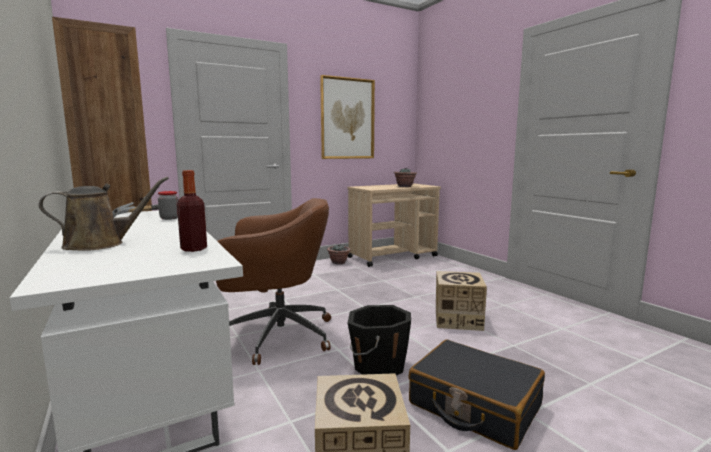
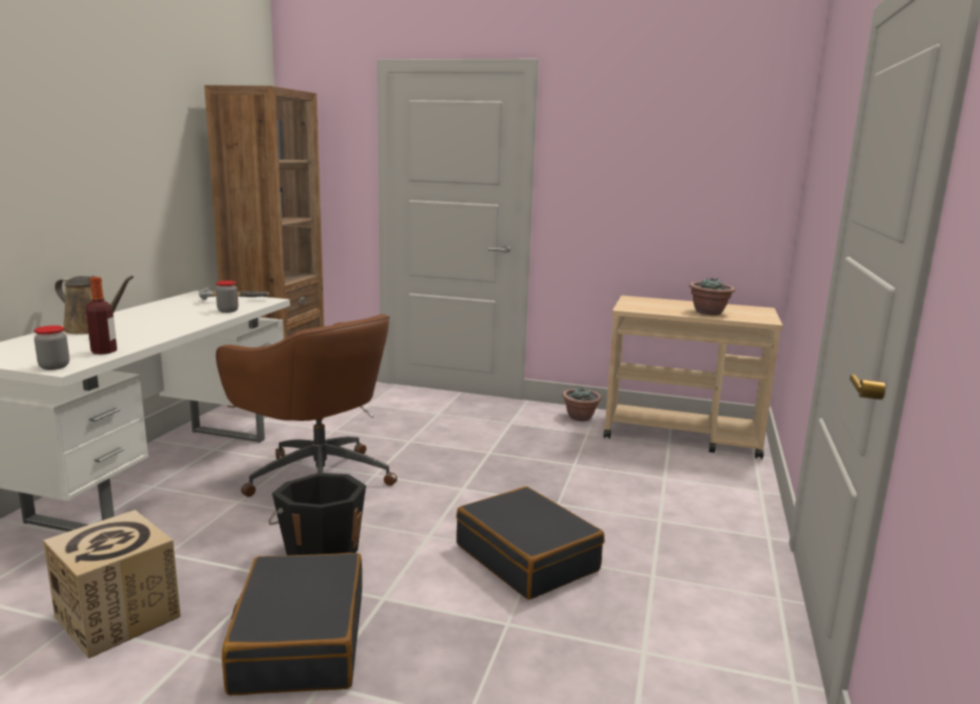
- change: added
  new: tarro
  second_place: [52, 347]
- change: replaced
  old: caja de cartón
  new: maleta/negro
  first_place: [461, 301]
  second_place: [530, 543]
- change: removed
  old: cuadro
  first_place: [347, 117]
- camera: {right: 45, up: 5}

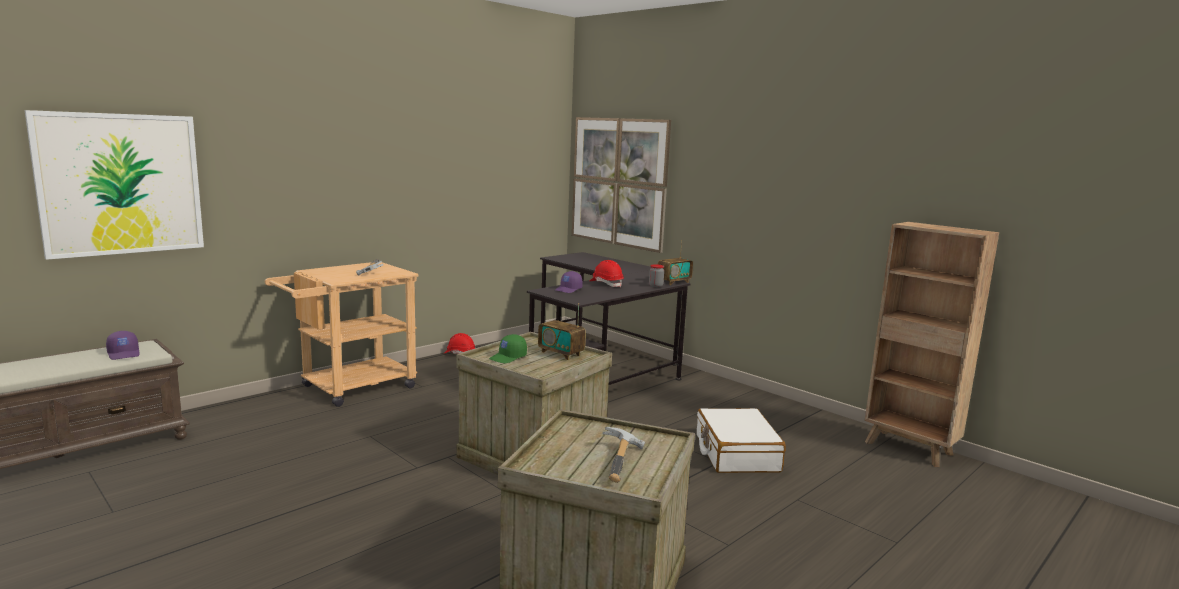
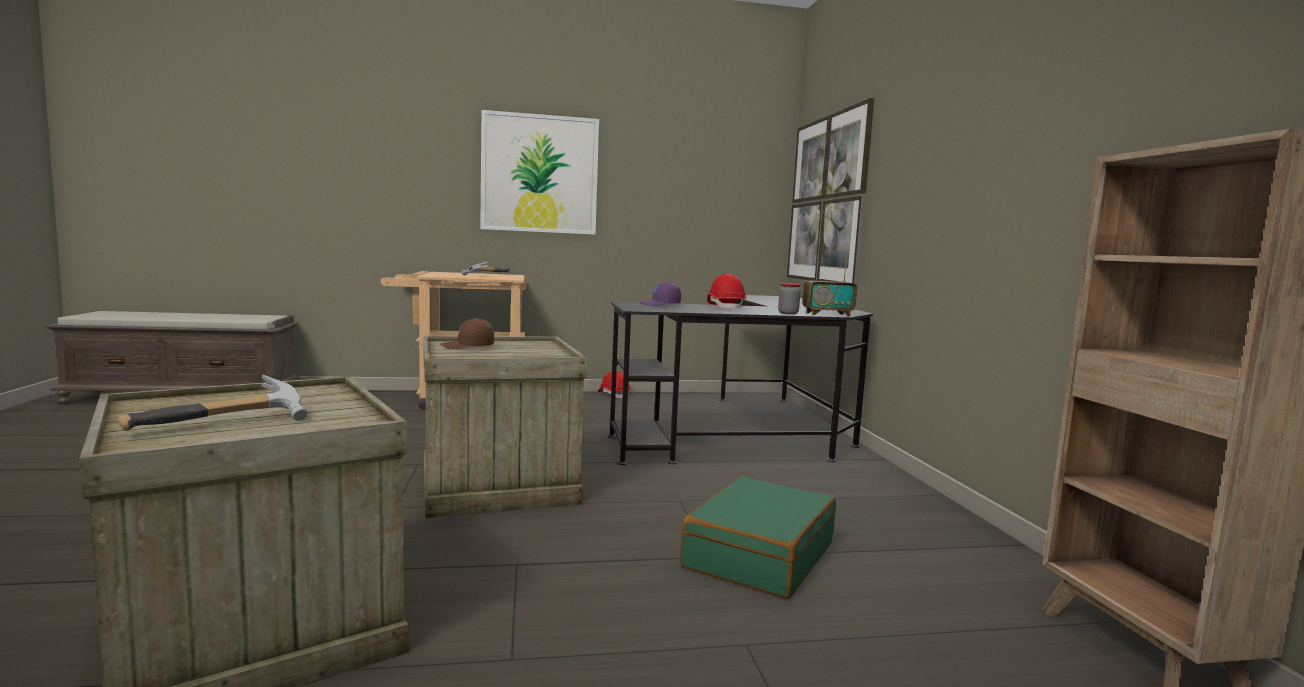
- change: recoloured
  old: gorra/verde
  new: gorra/marrón
  first_place: [508, 348]
  second_place: [467, 333]
- change: moved
  old: cuadro
  first_place: [114, 185]
  second_place: [539, 172]
- change: recoloured
  old: maleta/blanco
  new: maleta/verde
  first_place: [741, 440]
  second_place: [758, 537]
- change: removed
  old: gorra/morado
  first_place: [123, 345]
- change: removed
  old: radio
  first_place: [562, 331]
- camera: {right: 35, up: -5}

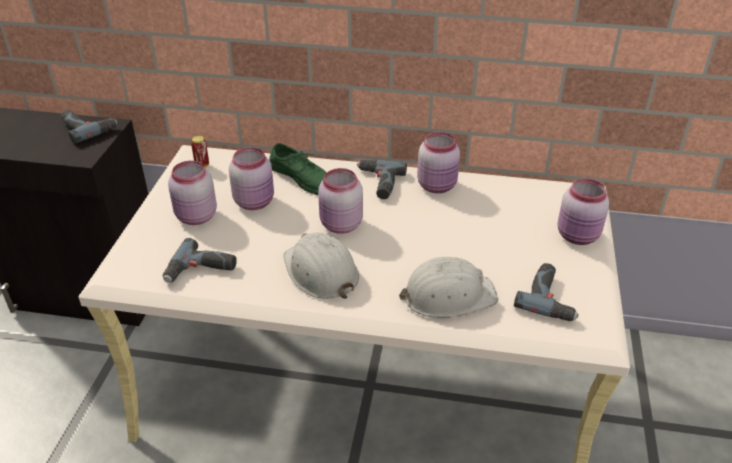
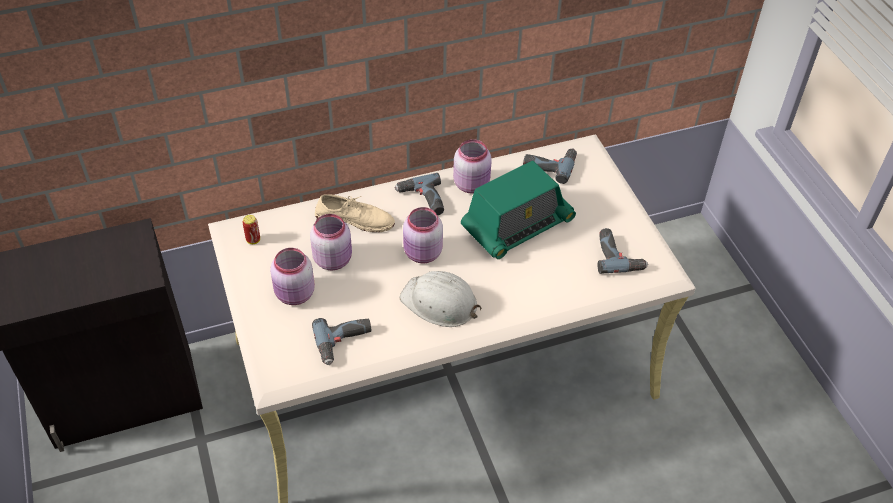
- change: recoloured
  old: zapato/verde
  new: zapato/beis
  first_place: [298, 169]
  second_place: [355, 213]
- change: added
  new: radio
  second_place: [518, 209]
- change: moved
  old: taladro
  first_place: [89, 127]
  second_place: [550, 166]
- change: removed
  old: casco/blanco
  first_place: [448, 287]
- change: removed
  old: tarro/rosa
  first_place: [583, 212]
- camera: {right: -30, up: 10}

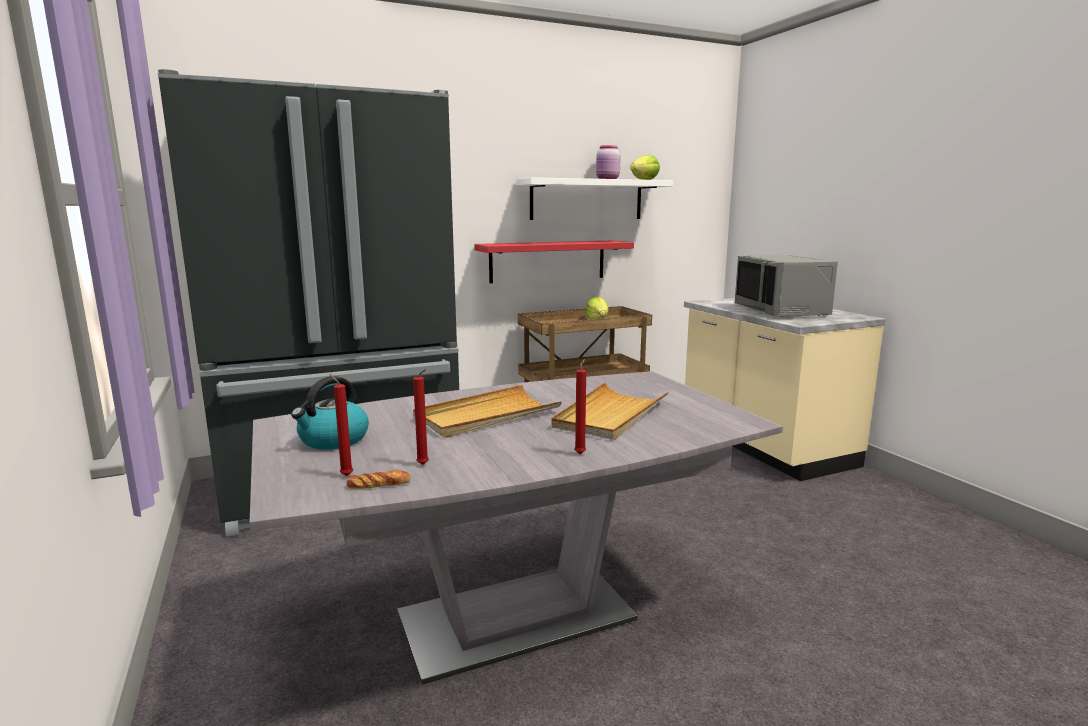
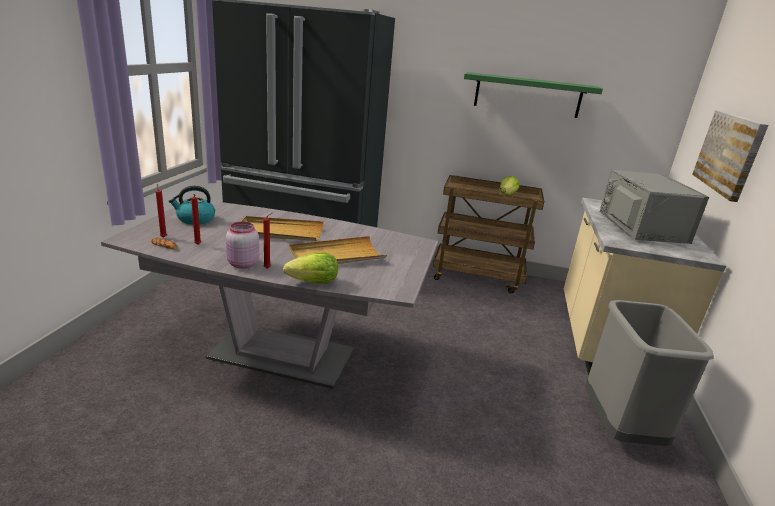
- change: moved
  old: tarro/rosa
  first_place: [608, 162]
  second_place: [242, 245]
- change: moved
  old: lechuga
  first_place: [645, 167]
  second_place: [310, 268]
- change: recoloured
  old: estante/blanco
  new: estante/verde
  first_place: [594, 198]
  second_place: [533, 95]
- change: added
  new: papelera/gris
  second_place: [650, 373]
- change: turned
  old: microondas/gris
  first_place: [786, 286]
  second_place: [654, 207]
  degrees: 150
- change: added
  new: cuadro
  second_place: [730, 156]
- change: removed
  old: estante/rojo
  first_place: [554, 261]
- camera: {right: 35, up: 10}

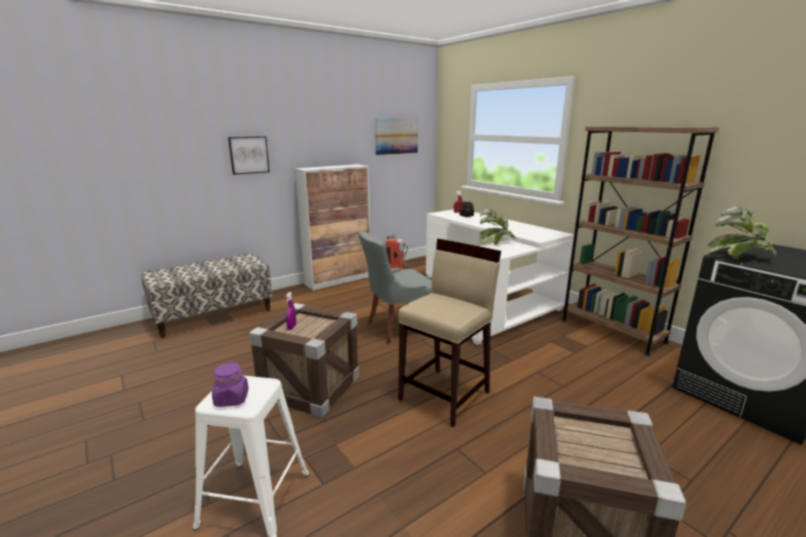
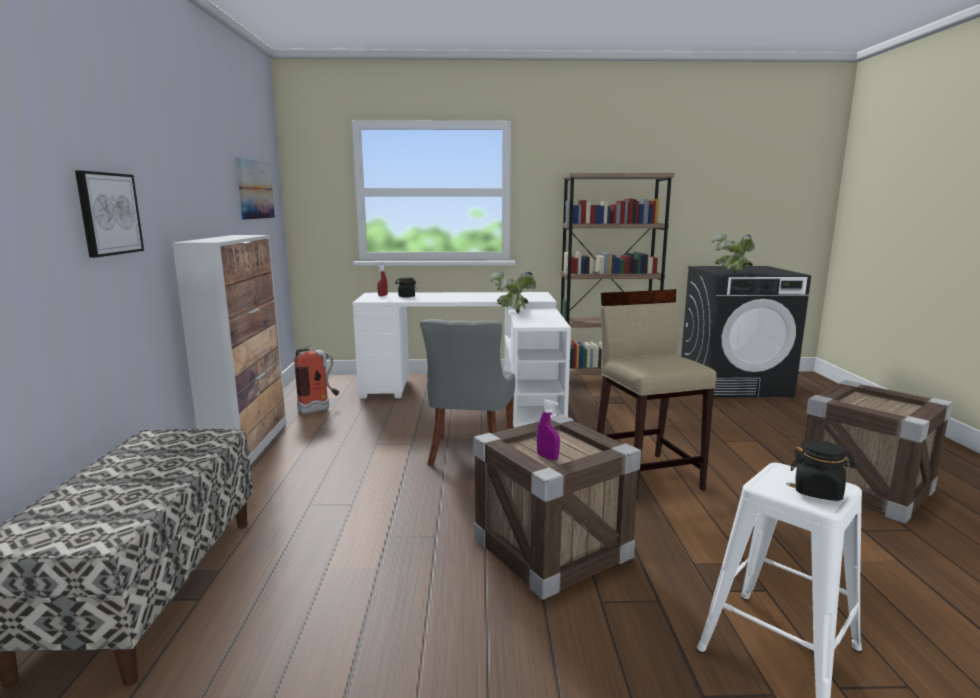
- change: recoloured
  old: tarro/morado
  new: tarro/negro
  first_place: [230, 384]
  second_place: [823, 470]
- camera: {right: -55, up: -5}

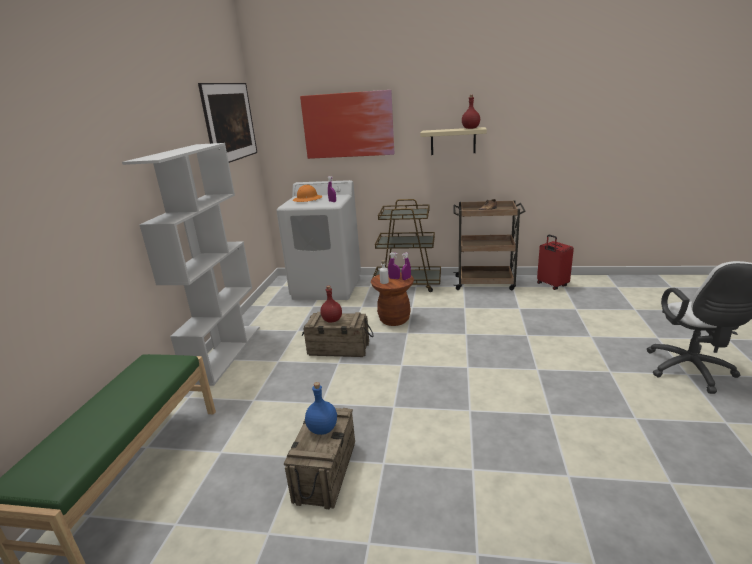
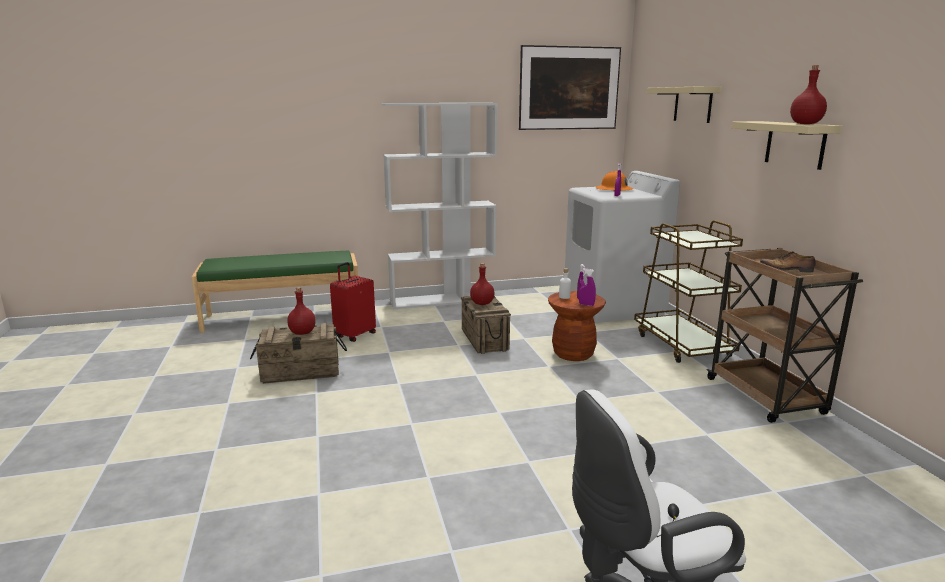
- change: recoloured
  old: botella/azul
  new: botella/rojo
  first_place: [321, 408]
  second_place: [301, 311]
- change: moved
  old: maleta/rojo
  first_place: [555, 262]
  second_place: [353, 302]
- change: replaced
  old: cuadro
  new: estante/beis
  first_place: [347, 124]
  second_place: [684, 105]
- camera: {right: 65, up: -5}

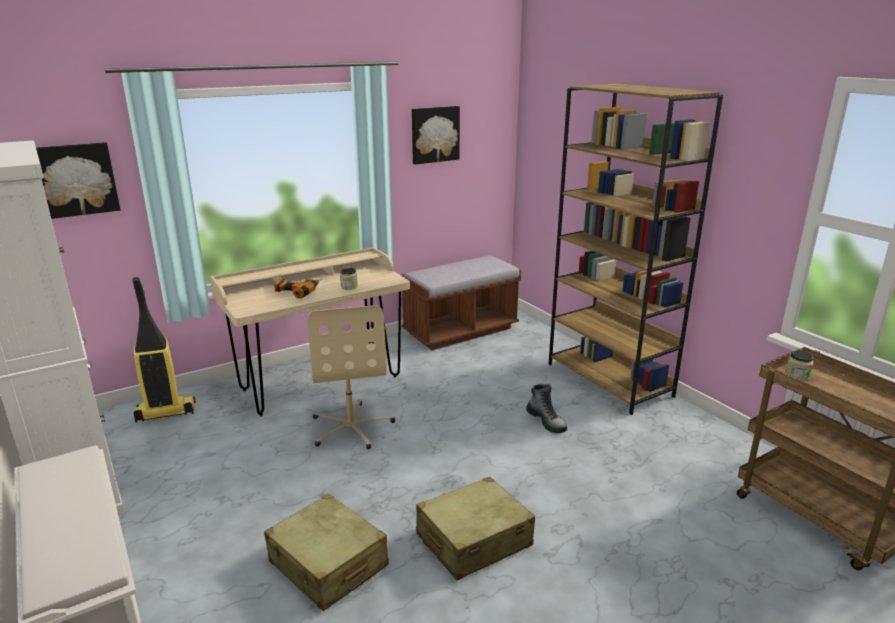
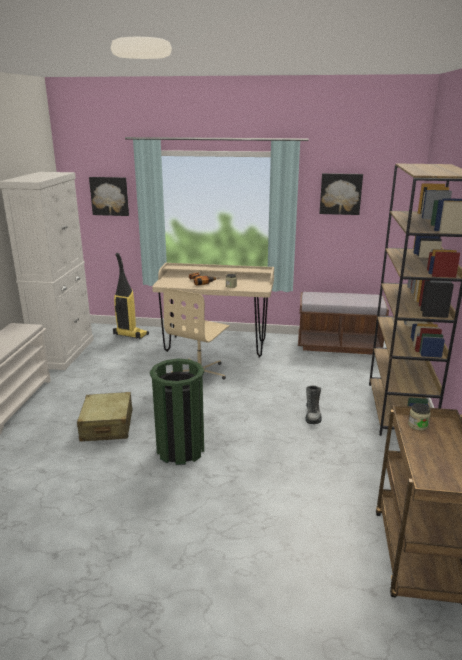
- change: replaced
  old: maleta/beis
  new: papelera/verde
  first_place: [475, 529]
  second_place: [177, 411]
- camera: {right: 40, up: 0}

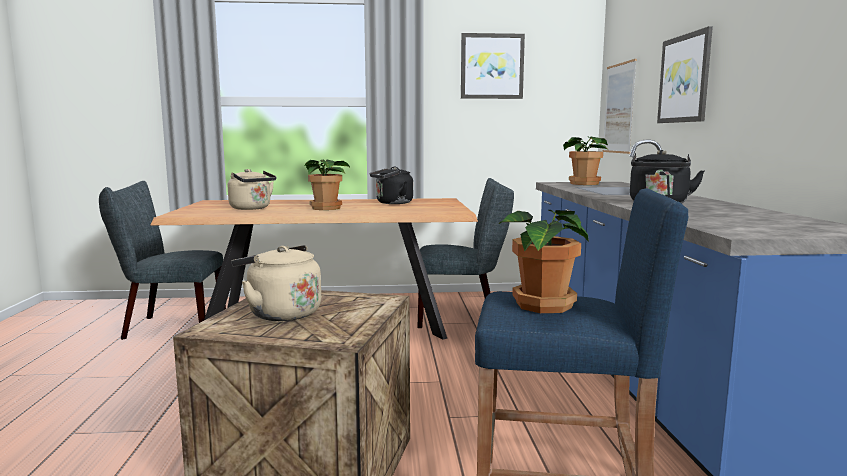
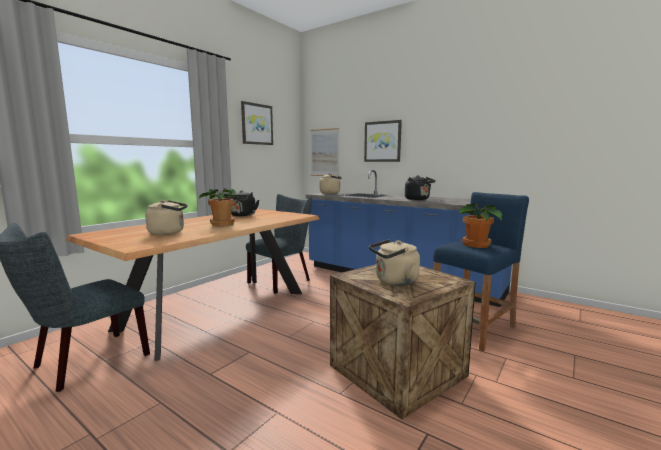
- change: replaced
  old: planta en maceta
  new: hervidor/beis
  first_place: [585, 160]
  second_place: [331, 183]
- camera: {right: -50, up: 0}

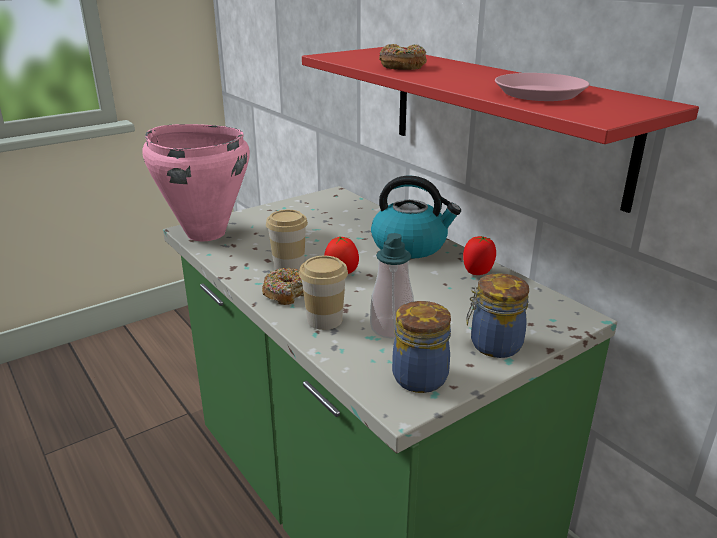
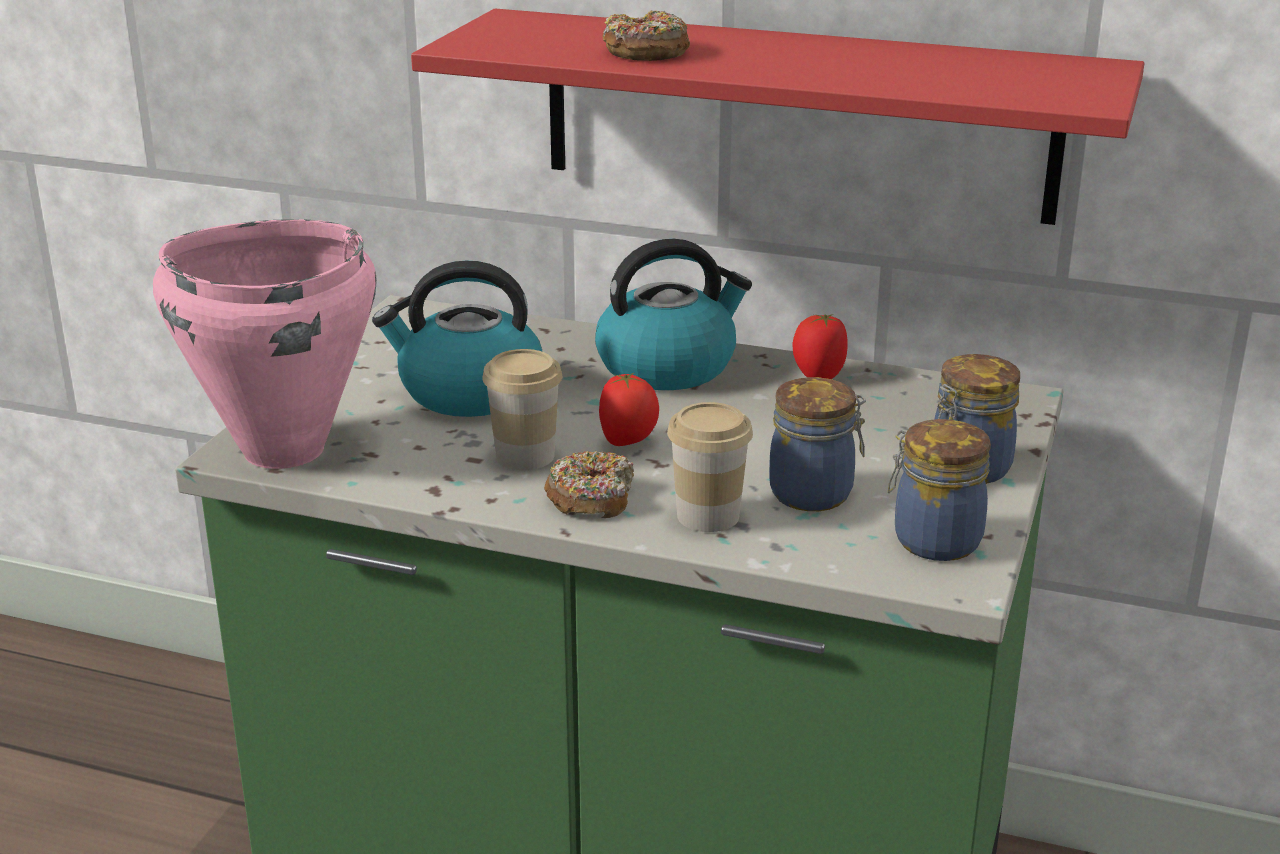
- change: added
  new: hervidor
  second_place: [457, 339]
- change: replaced
  old: dispensador de jabón
  new: tarro
  first_place: [392, 286]
  second_place: [817, 444]
- change: removed
  old: plato/rosa
  first_place: [542, 87]
- camera: {right: -35, up: 0}

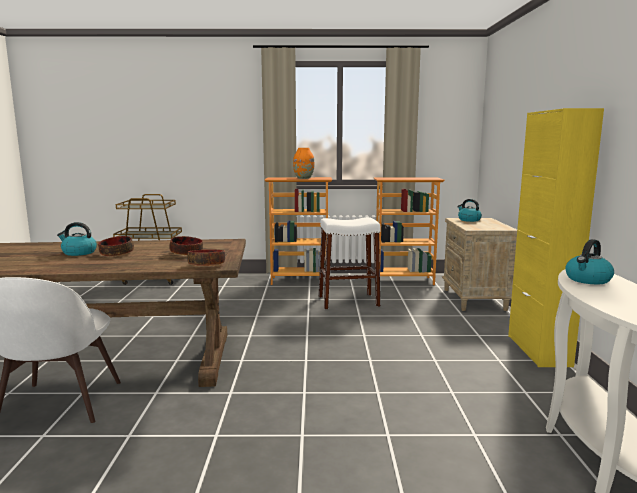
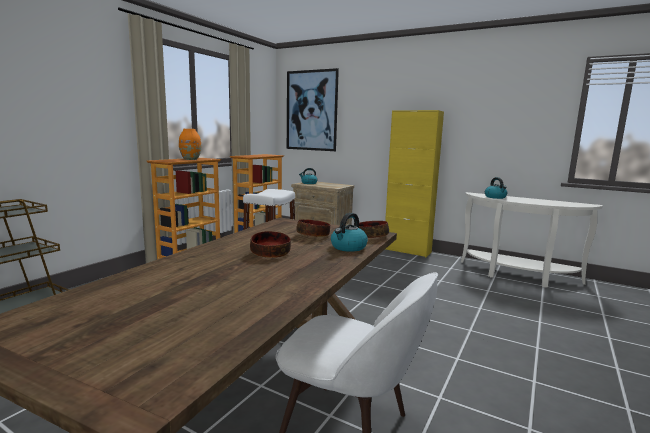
- change: added
  new: cuadro
  second_place: [313, 109]
- change: moved
  old: hervidor
  first_place: [77, 239]
  second_place: [349, 232]
- camera: {right: -60, up: 0}

